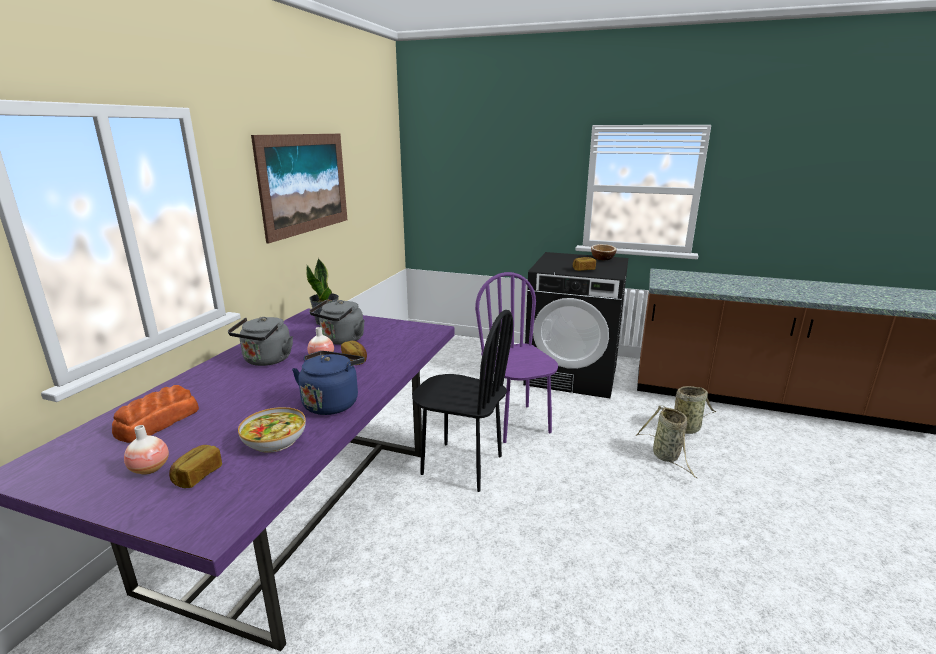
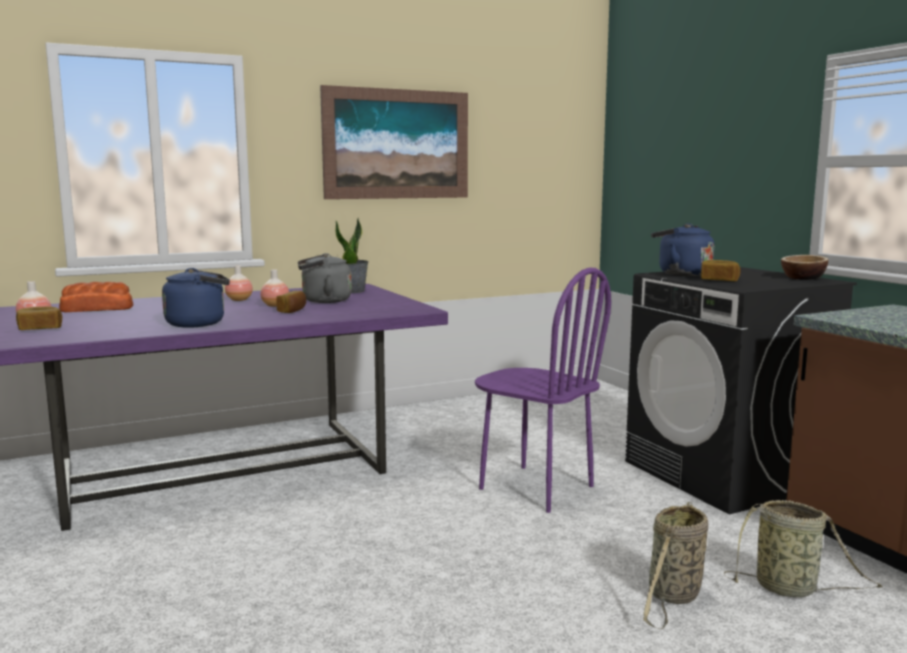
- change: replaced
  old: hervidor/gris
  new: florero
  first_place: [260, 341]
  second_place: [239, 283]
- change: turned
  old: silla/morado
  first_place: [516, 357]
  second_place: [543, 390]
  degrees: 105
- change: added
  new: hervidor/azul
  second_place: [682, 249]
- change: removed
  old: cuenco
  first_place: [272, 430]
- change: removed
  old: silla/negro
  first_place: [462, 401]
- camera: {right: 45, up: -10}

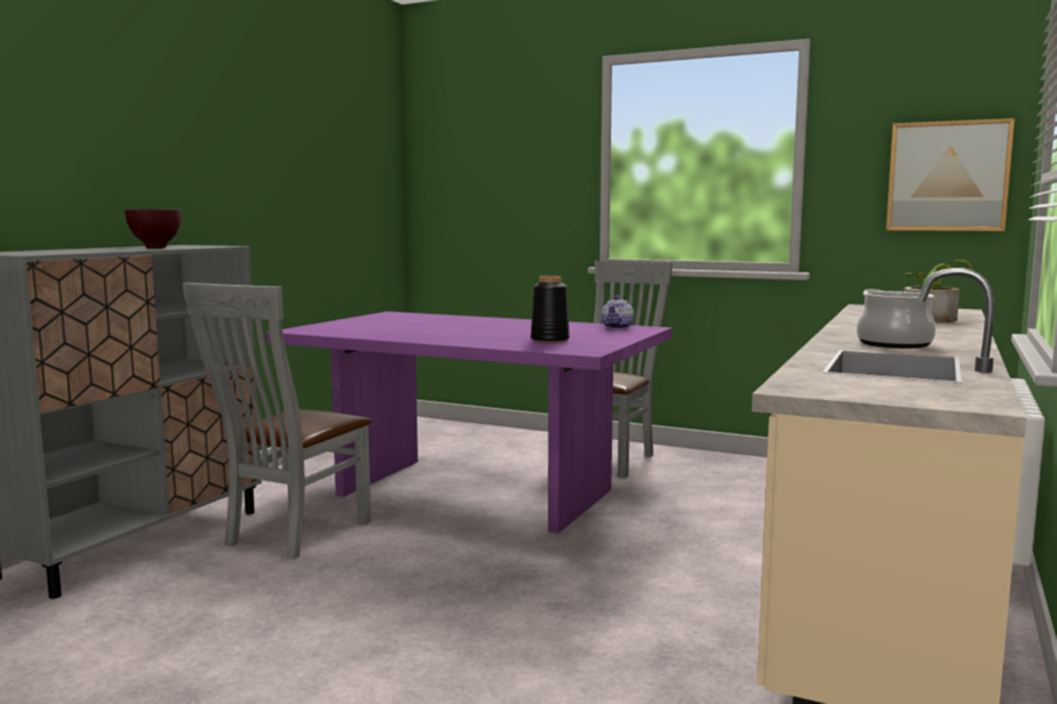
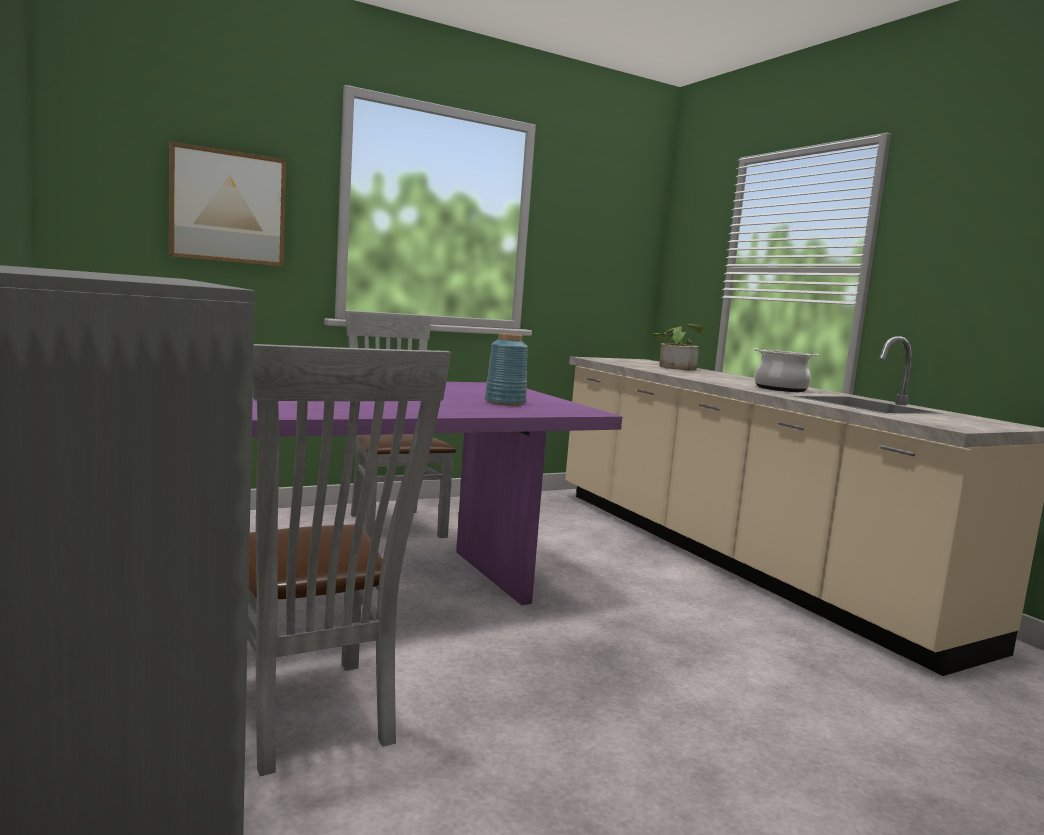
- change: moved
  old: cuadro
  first_place: [950, 174]
  second_place: [227, 203]
- change: recoloured
  old: florero/negro
  new: florero/azul
  first_place: [550, 309]
  second_place: [506, 369]
- change: removed
  old: cuenco/marrón
  first_place: [153, 228]
- change: removed
  old: tetera
  first_place: [617, 312]
- camera: {right: -55, up: 0}

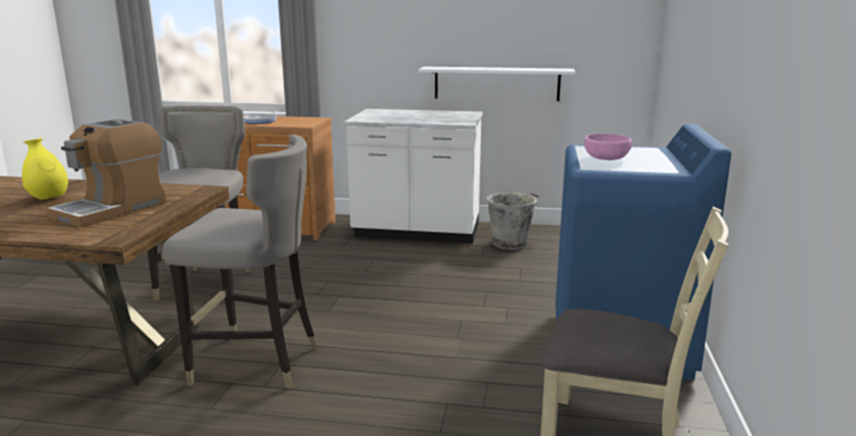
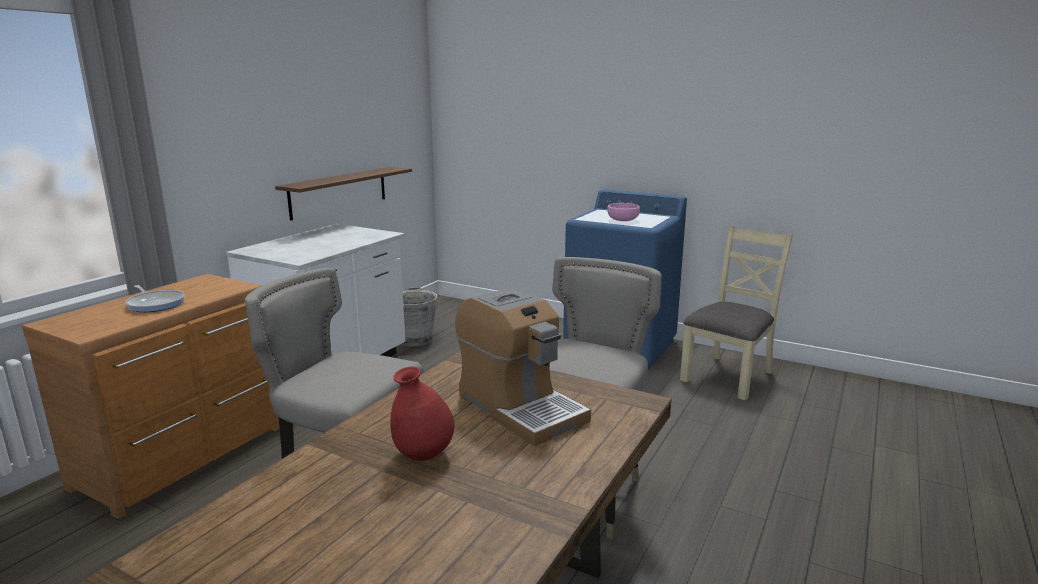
- change: recoloured
  old: estante/blanco
  new: estante/marrón
  first_place: [497, 84]
  second_place: [343, 194]
- change: recoloured
  old: florero/amarillo
  new: florero/rojo
  first_place: [45, 169]
  second_place: [422, 414]
- camera: {right: -70, up: 0}

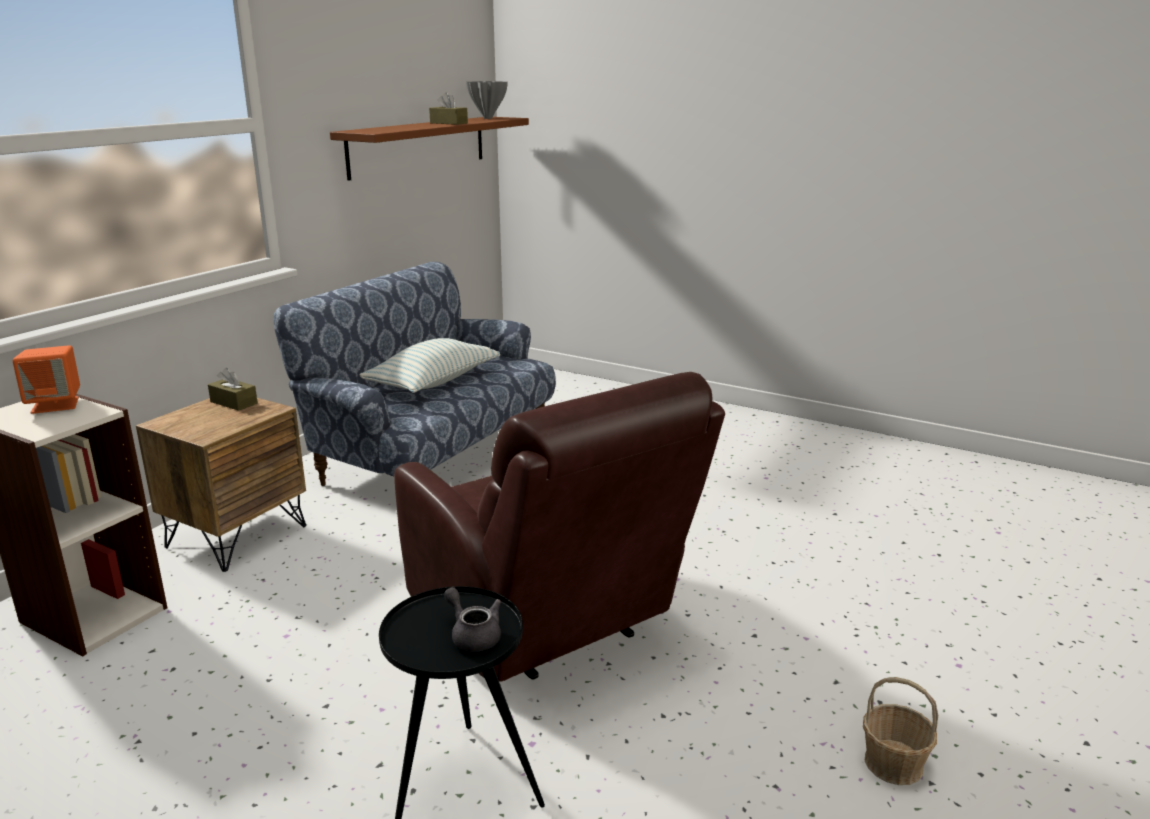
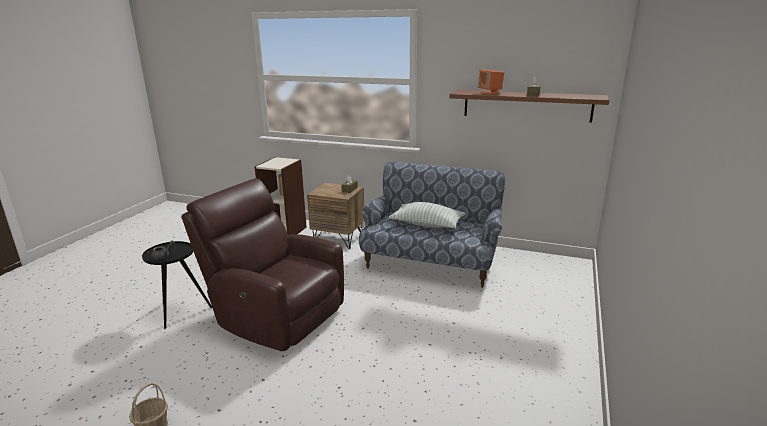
- change: turned
  old: sillón/marrón
  first_place: [559, 527]
  second_place: [262, 264]
  degrees: 75
- change: moved
  old: altavoz/naranja
  first_place: [46, 379]
  second_place: [491, 82]
- change: removed
  old: florero/gris
  first_place: [487, 100]
- camera: {right: 80, up: 0}

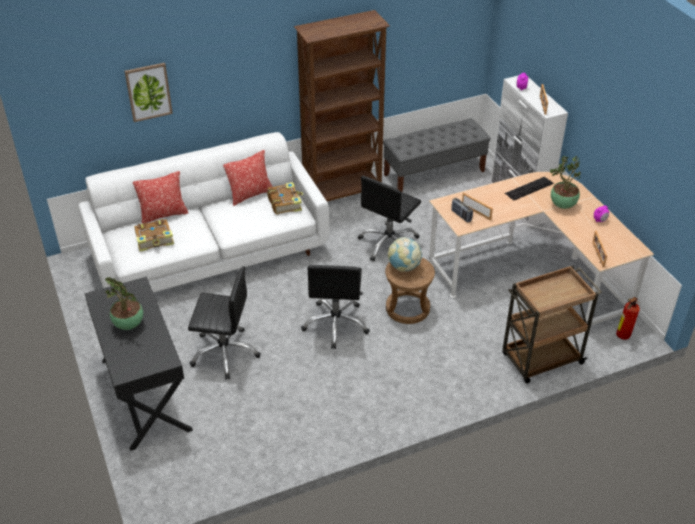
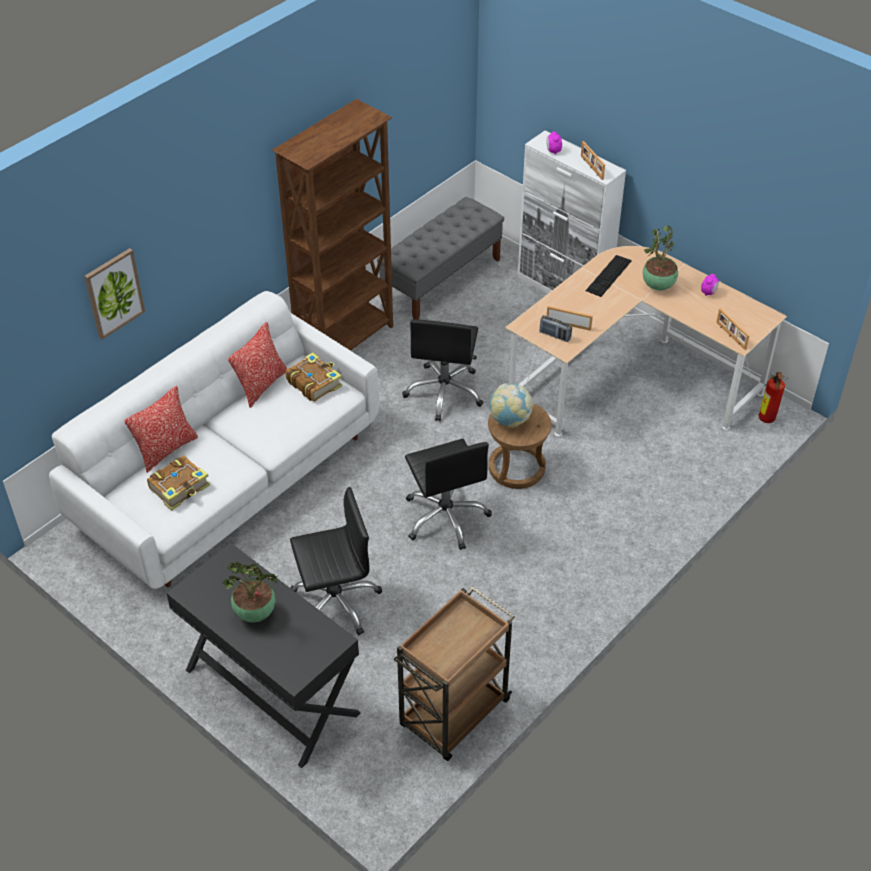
- change: moved
  old: carrito/marrón
  first_place: [552, 324]
  second_place: [454, 674]
- camera: {right: -25, up: 5}

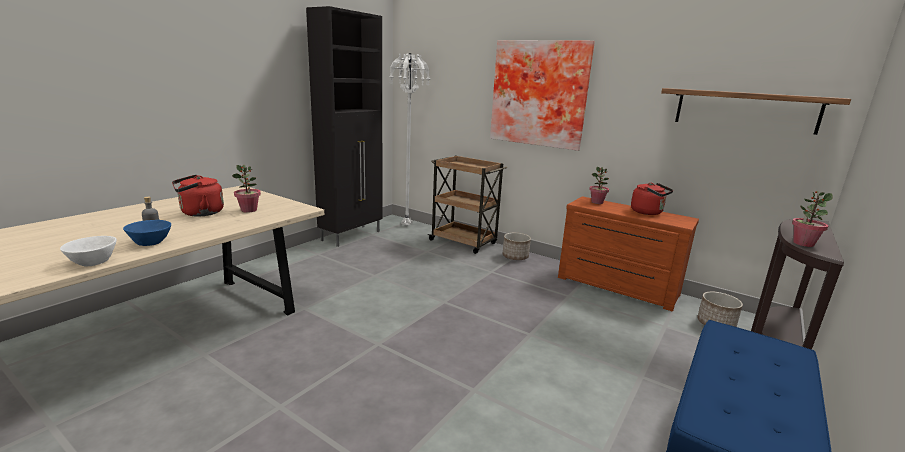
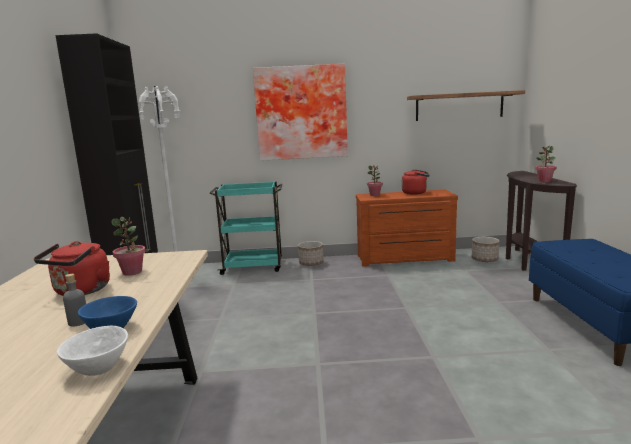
- change: recoloured
  old: carrito/marrón
  new: carrito/turquesa
  first_place: [467, 205]
  second_place: [246, 228]
- camera: {right: -35, up: -5}

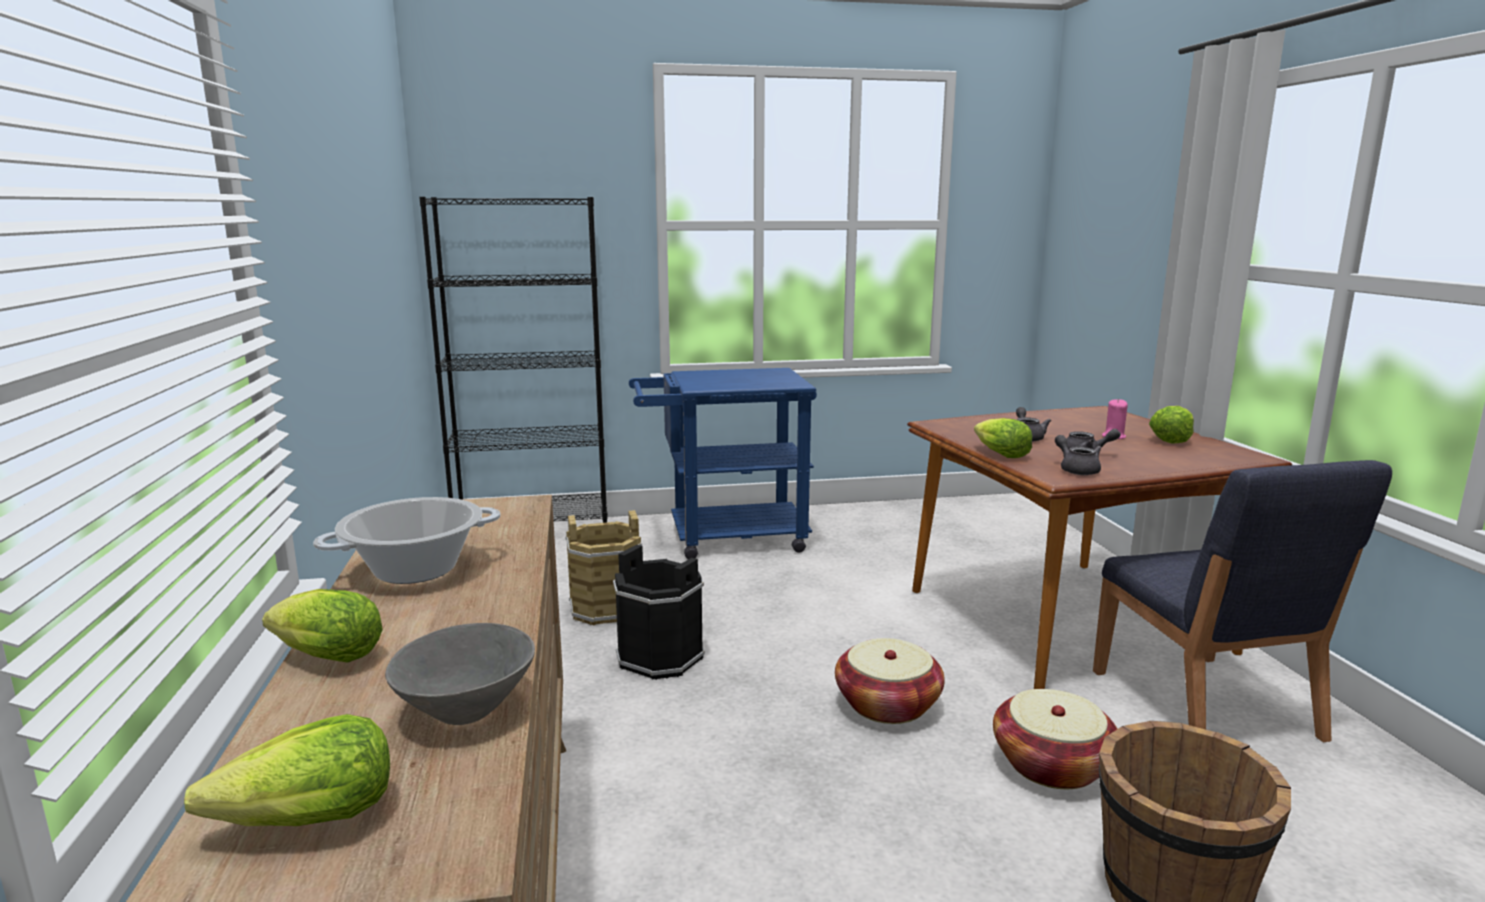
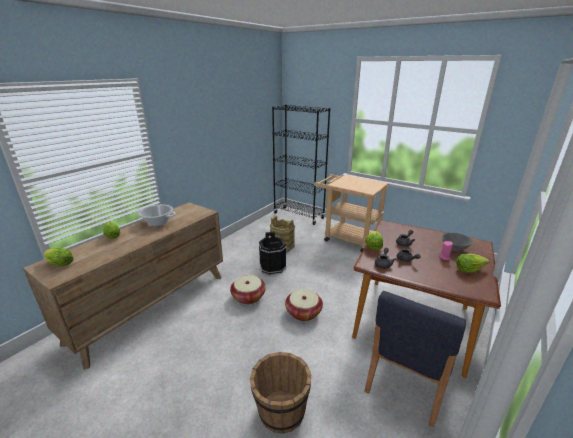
- change: moved
  old: cesta
  first_place: [1055, 739]
  second_place: [248, 289]
- change: recoloured
  old: carrito/azul
  new: carrito/beis
  first_place: [723, 463]
  second_place: [351, 213]
- change: moved
  old: cuenco/gris
  first_place: [460, 674]
  second_place: [457, 242]
- camera: {right: 45, up: 10}

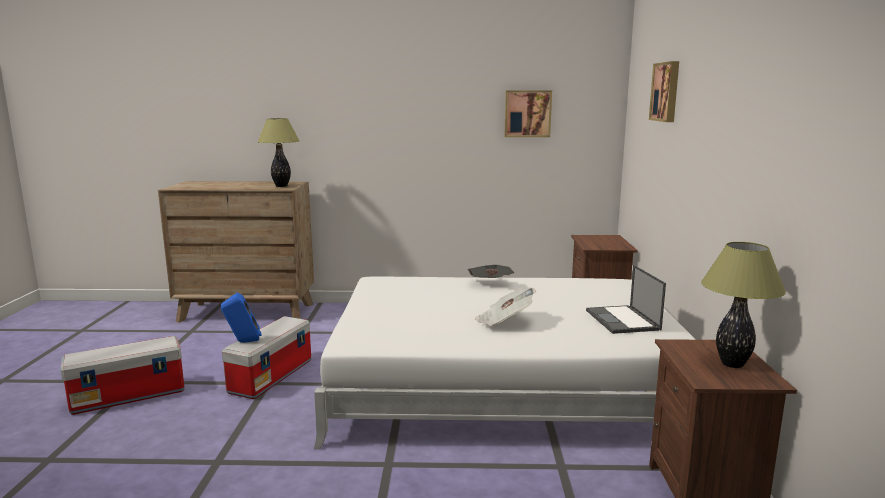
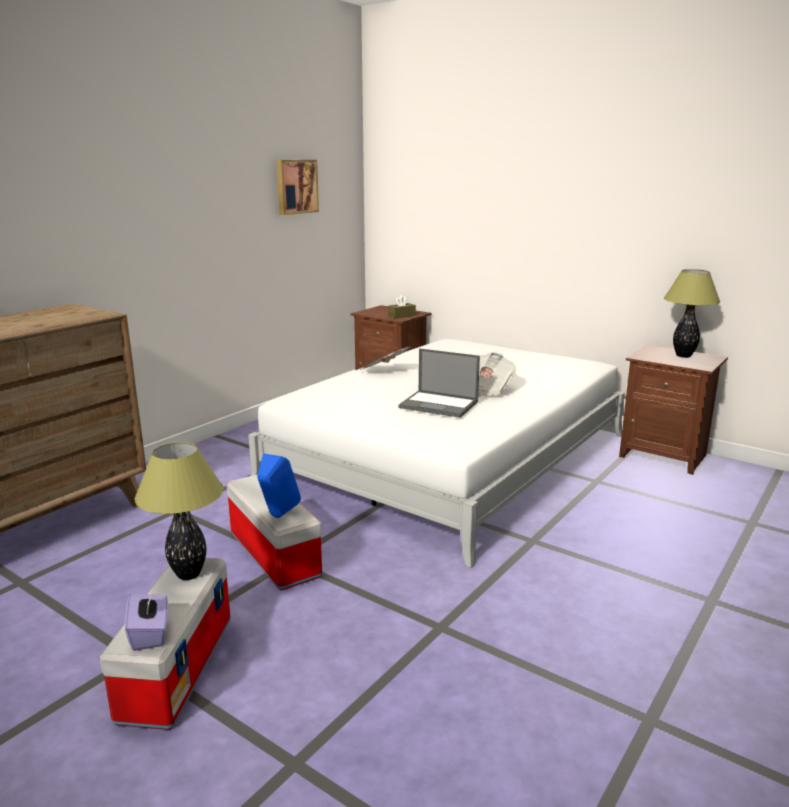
- change: added
  new: caja de pañuelos/morado
  second_place: [146, 621]
- change: moved
  old: lámpara de mesa
  first_place: [278, 152]
  second_place: [179, 511]
- change: added
  new: caja de pañuelos/marrón
  second_place: [402, 307]
- change: moved
  old: portátil
  first_place: [626, 299]
  second_place: [439, 383]
- change: removed
  old: cuadro
  first_place: [664, 91]
- camera: {right: -55, up: 5}

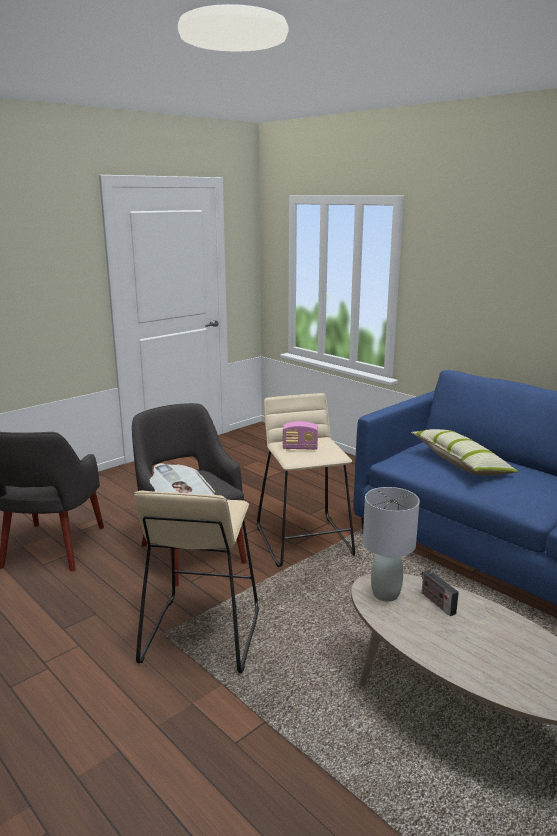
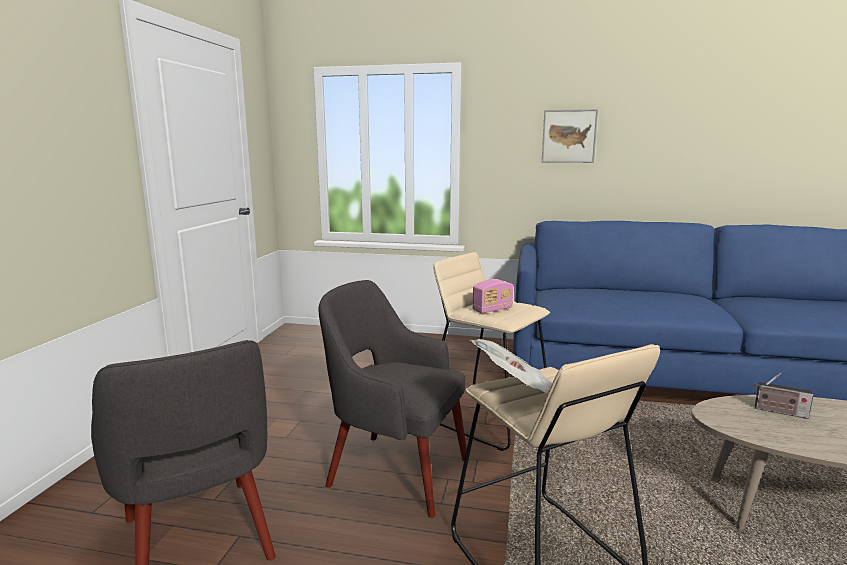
- change: added
  new: cuadro
  second_place: [570, 136]
- change: removed
  old: lámpara de mesa/gris
  first_place: [391, 544]
- change: removed
  old: cojín
  first_place: [464, 452]
- camera: {right: -35, up: -5}

